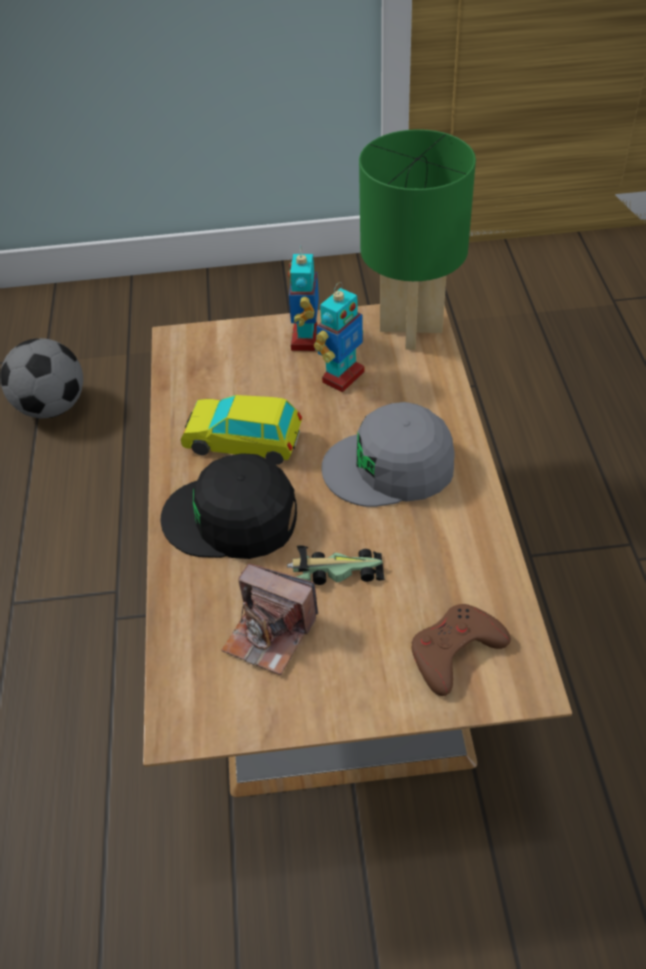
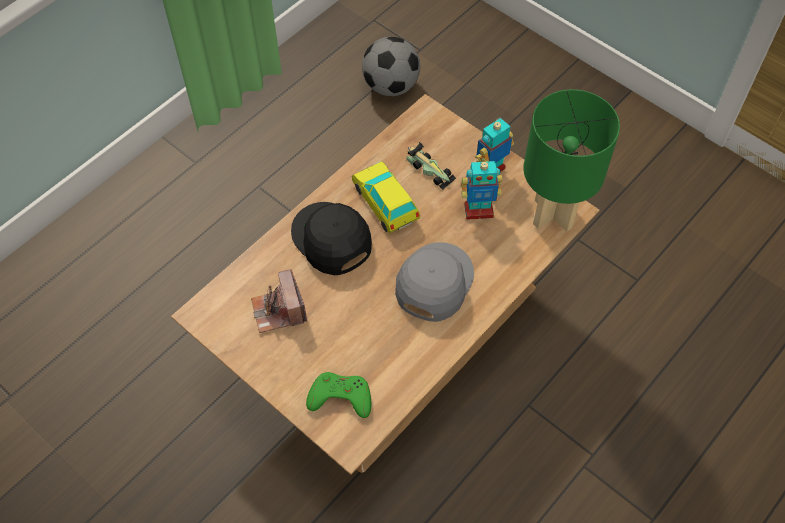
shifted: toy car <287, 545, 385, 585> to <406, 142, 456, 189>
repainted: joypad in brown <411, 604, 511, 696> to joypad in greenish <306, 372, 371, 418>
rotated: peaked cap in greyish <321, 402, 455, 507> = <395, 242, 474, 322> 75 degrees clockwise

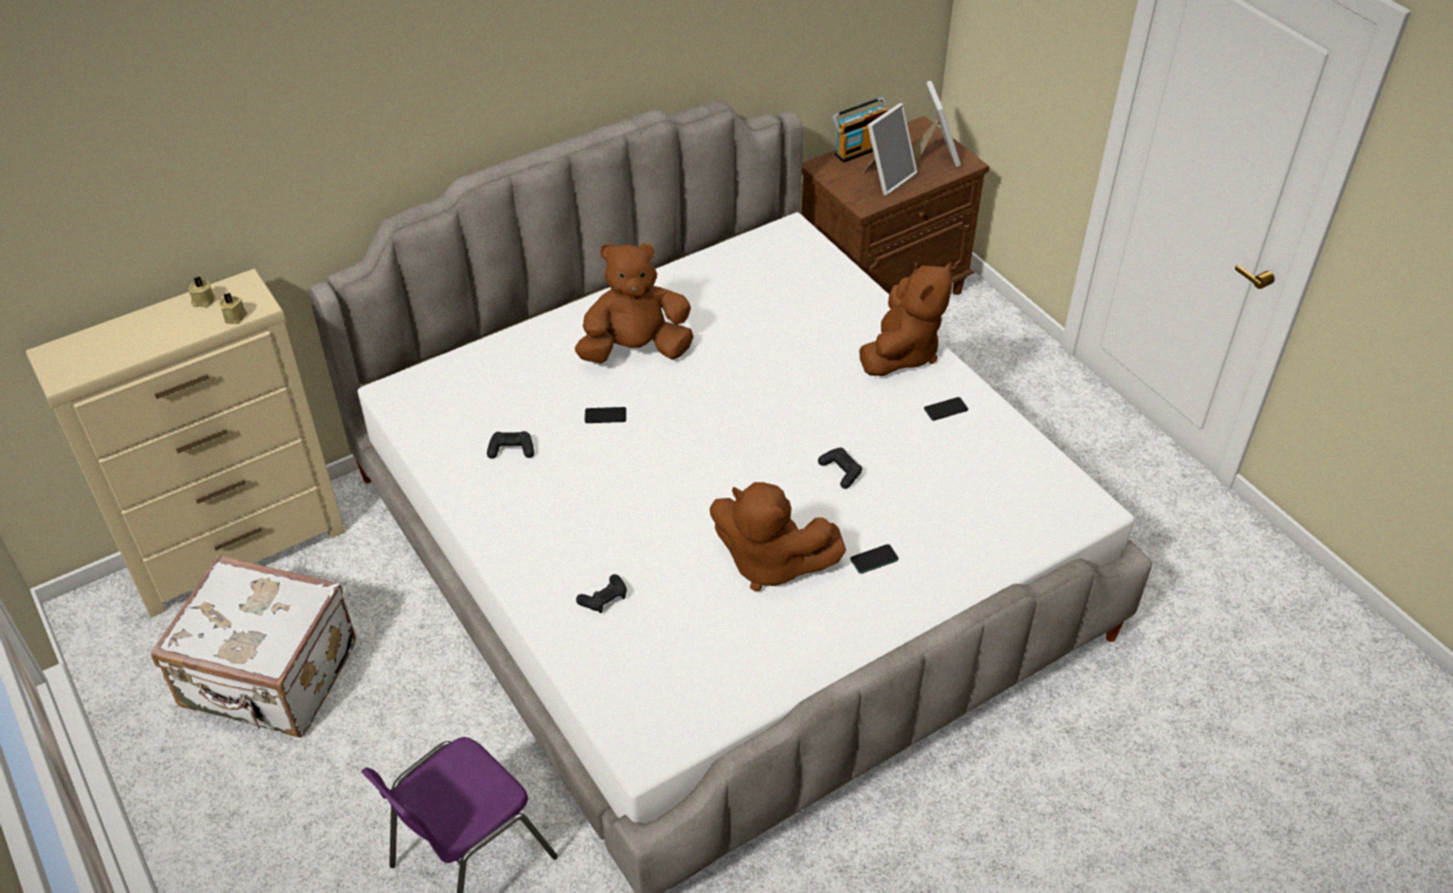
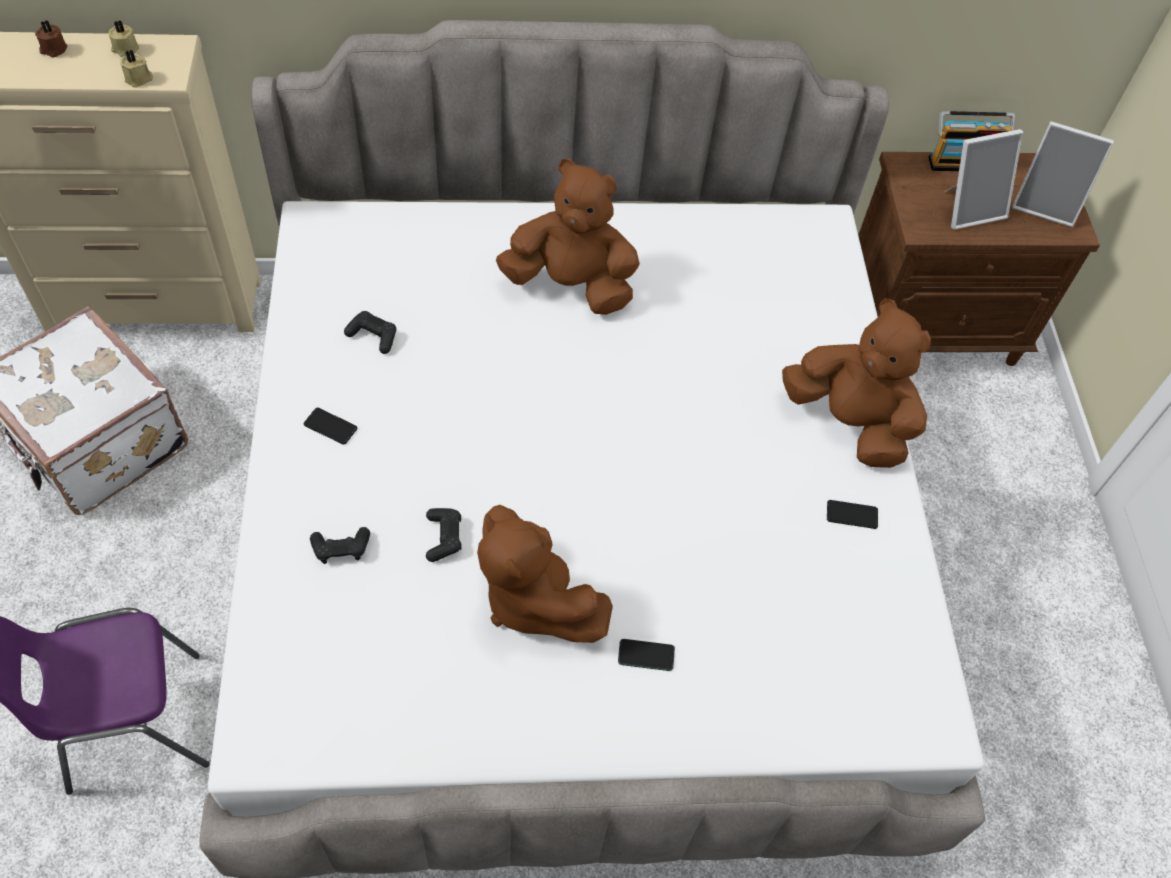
new: wax candle in brown <35, 20, 68, 57>
shifted: handset <585, 407, 626, 423> to <304, 408, 357, 445>; joypad in black <818, 448, 862, 489> to <426, 508, 462, 562>
rotated: plush toy in brown <859, 262, 952, 376> = <782, 298, 931, 468> 105 degrees counterclockwise; standing frame <912, 81, 961, 167> = <1012, 121, 1114, 227> 90 degrees clockwise

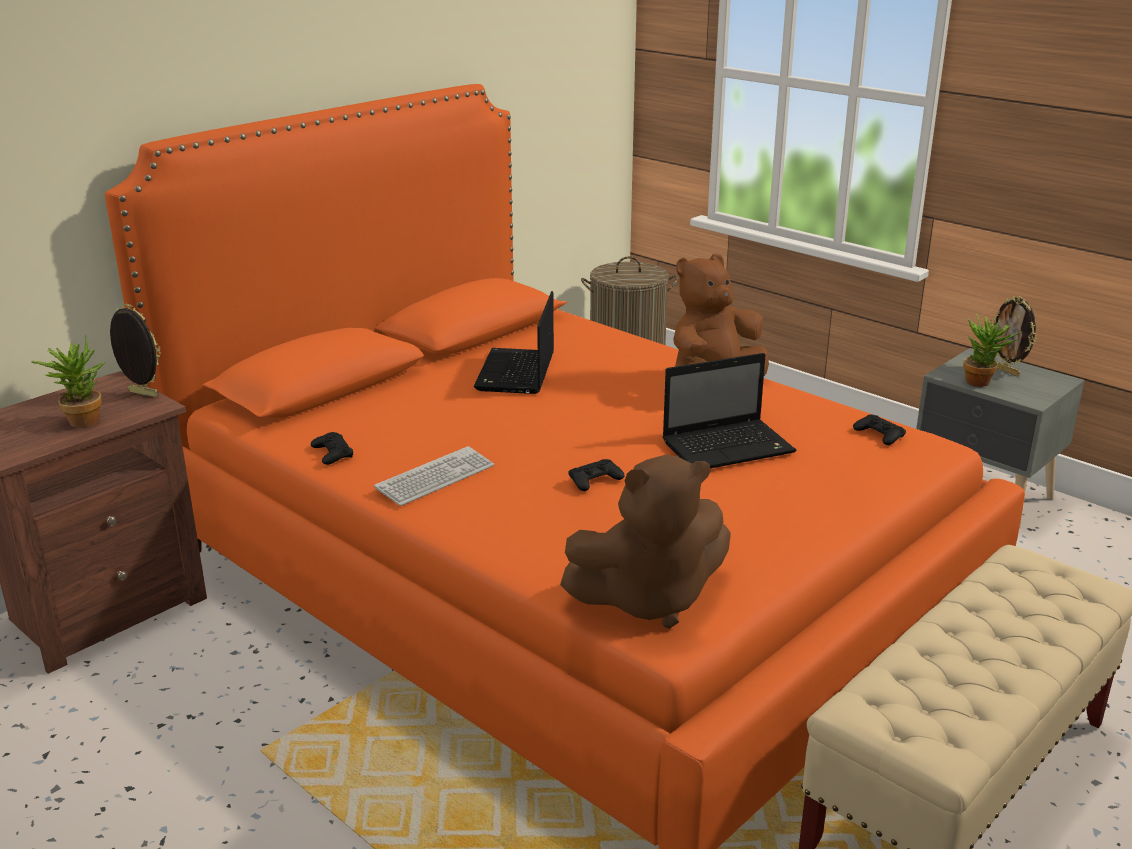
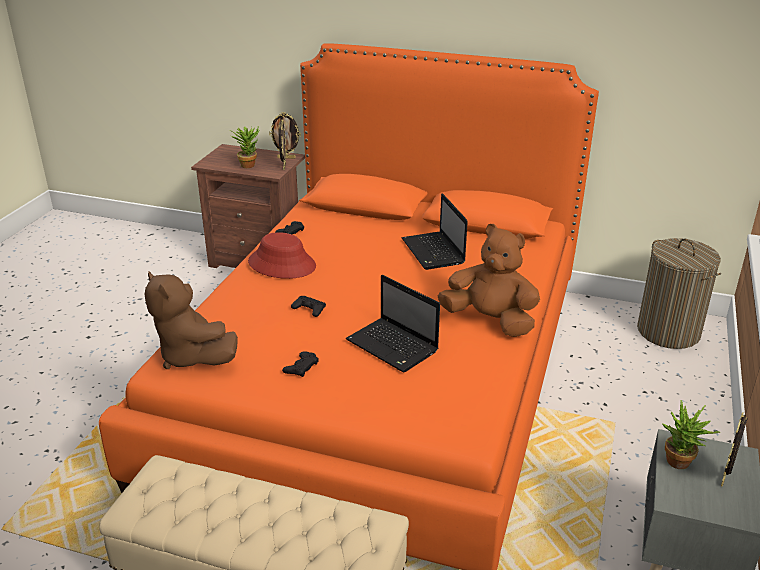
new: standing frame <269, 112, 301, 159>
shifted: joypad in black <853, 414, 906, 445> to <282, 351, 319, 377>
swapped: keyboard <374, 446, 494, 506> to clothing hat in reddish <248, 232, 316, 279>
rotated: notebook computer <474, 291, 554, 394> = <401, 193, 468, 270> 90 degrees counterclockwise

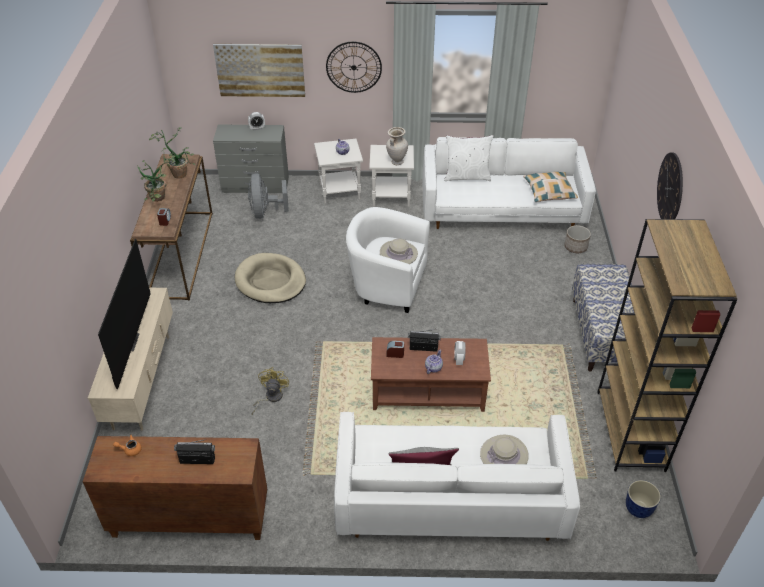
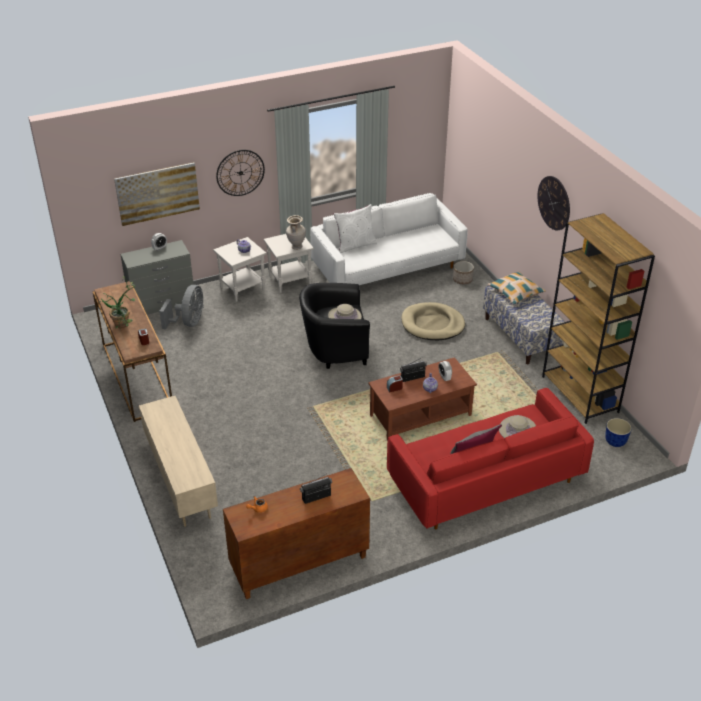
gone: TV <98, 239, 151, 389>; plant in a pot <149, 127, 195, 179>; electric fan in yellowish <252, 367, 289, 414>
shifted: pet bed in beige-coloured <235, 253, 306, 303> to <401, 302, 465, 341>; throw pillow <524, 172, 578, 202> to <488, 272, 545, 305>
repainted: settee in whitish <334, 412, 580, 541> to settee in reddish <387, 388, 594, 530>; lounge chair in whitish <346, 207, 430, 313> to lounge chair in black <299, 283, 370, 369>
rotated: electric fan in greyish <248, 174, 289, 219> = <159, 285, 204, 329> 135 degrees counterclockwise

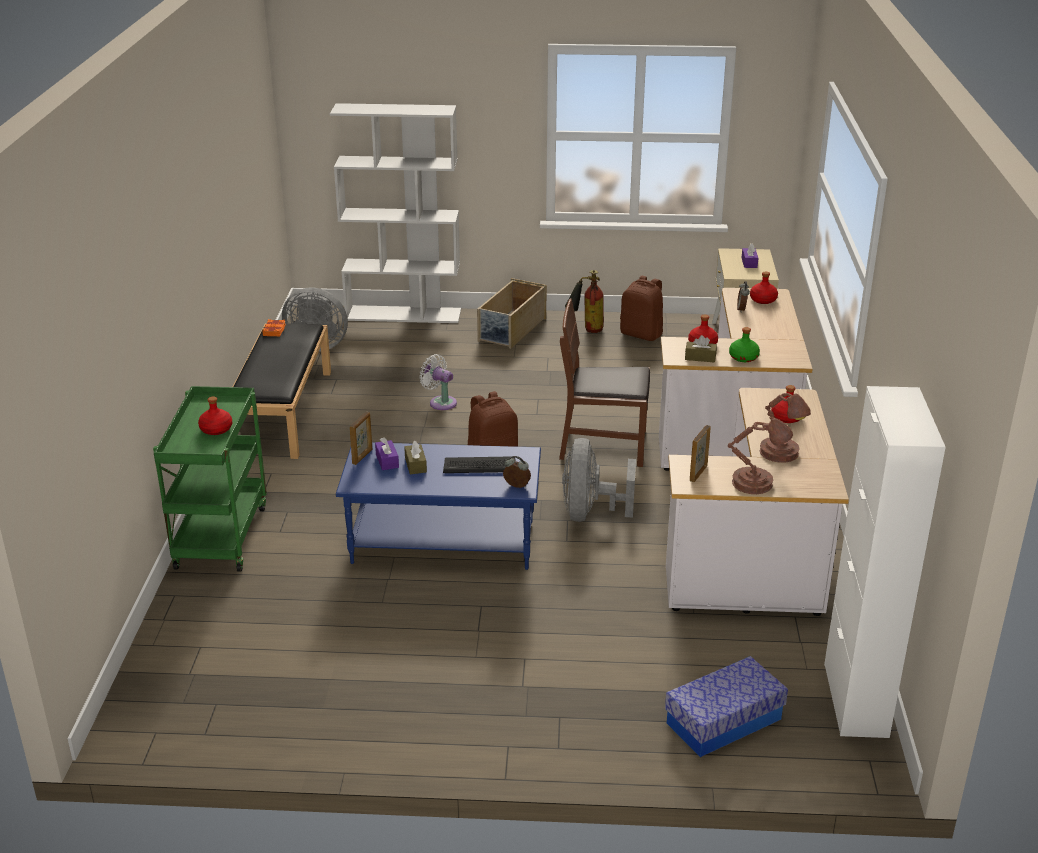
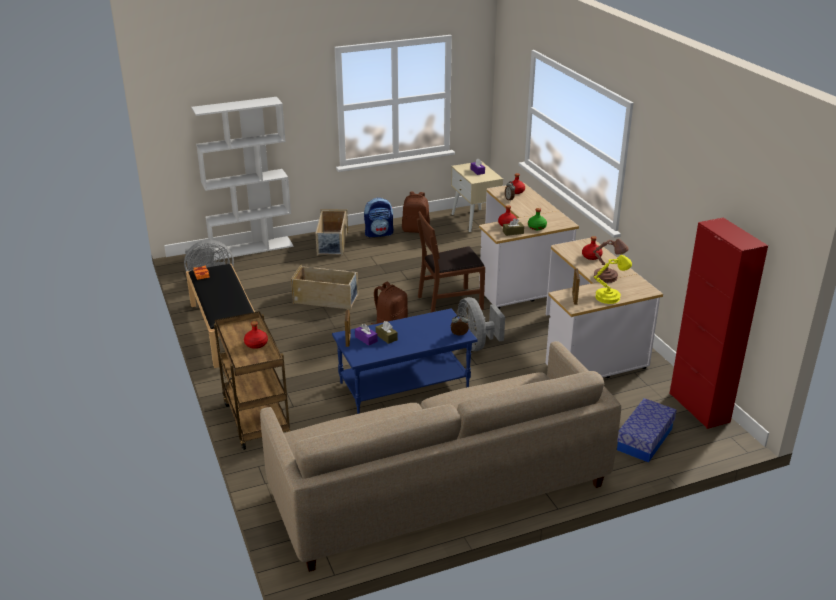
gone: keyboard <443, 456, 516, 473>
new: settee in beige-coloured <260, 341, 621, 572>
swapped: electric fan in whitish <419, 354, 457, 410> to storage container in beige-coloured <291, 265, 359, 310>; fire extinguisher <565, 270, 604, 333> to knapsack <364, 198, 393, 237>
repainted: wheeled cart in greenish <153, 386, 267, 572> to wheeled cart in brown <214, 311, 290, 450>; table lamp in brown <728, 418, 793, 494> to table lamp in yellowish <594, 255, 632, 304>; cupboard in whitish <824, 386, 946, 738> to cupboard in reddish <670, 218, 768, 429>

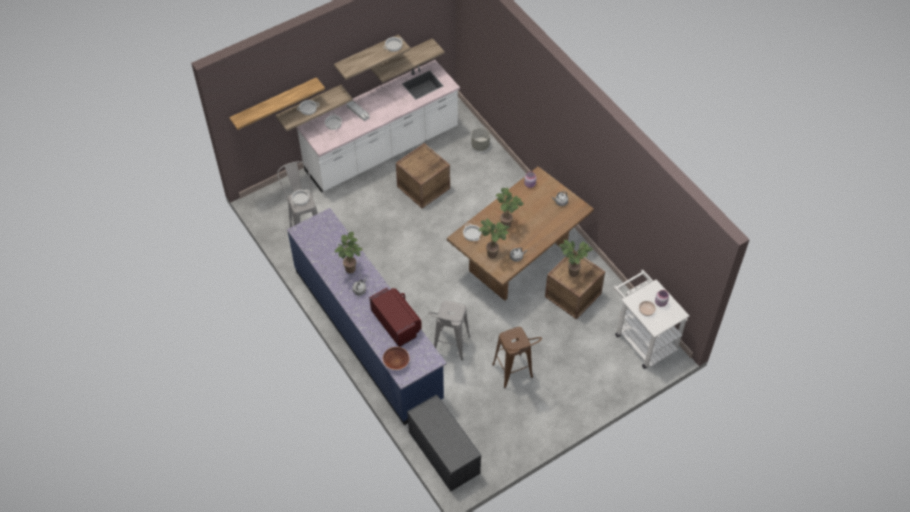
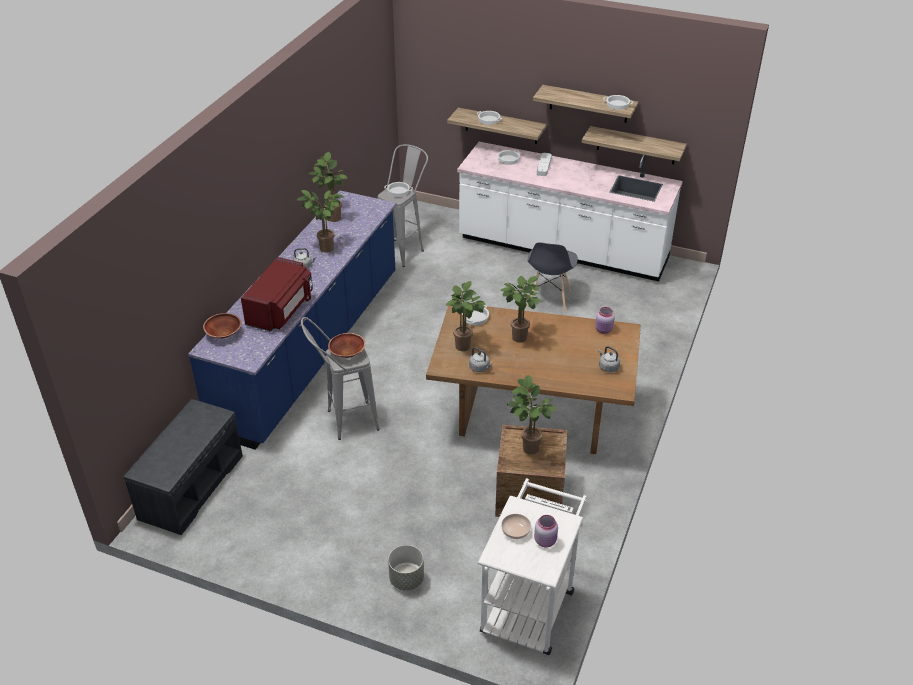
gone: wall shelf <229, 77, 325, 130>; sitting stool in brown <492, 327, 542, 388>
new: plant in a pot <309, 152, 348, 222>; bowl in brown <328, 333, 366, 358>
shifted: planter in greyish <471, 128, 490, 151> to <388, 545, 424, 591>
swapped: crate <396, 143, 450, 208> to plain chair in greyish <527, 242, 578, 313>

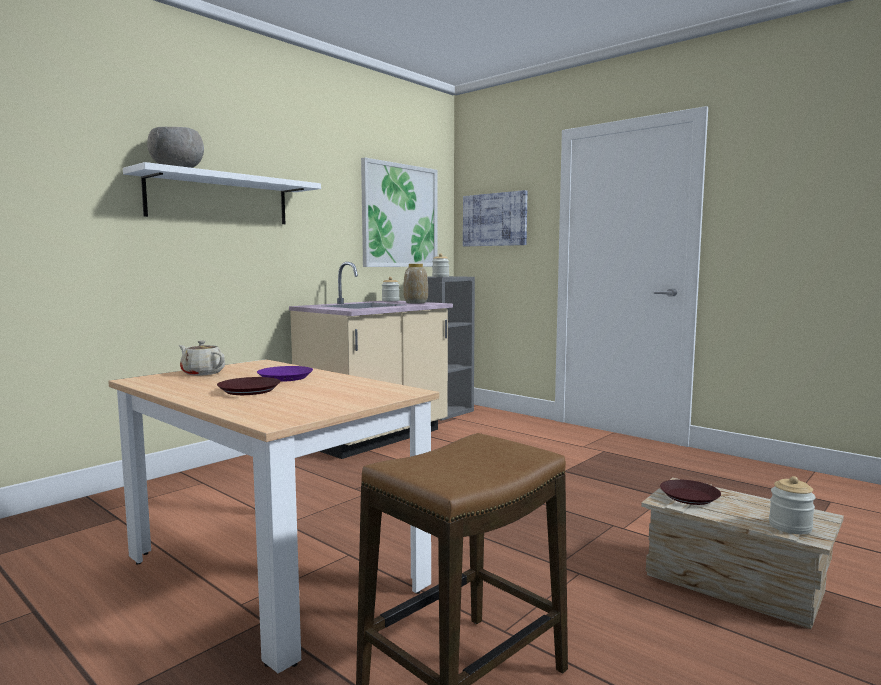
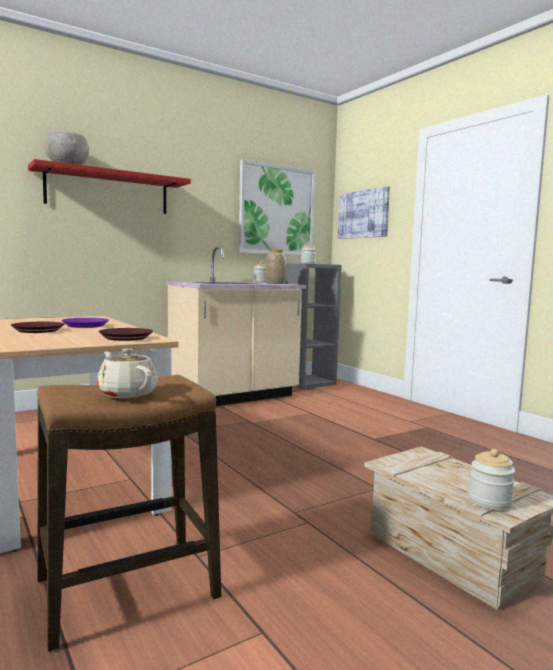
shifted: tea pot in beige-coloured <179, 340, 225, 376> to <97, 348, 158, 398>; plate in brown <660, 479, 721, 505> to <98, 328, 153, 341>
repainted: wall shelf in whitish <123, 162, 321, 224> to wall shelf in reddish <28, 159, 191, 214>

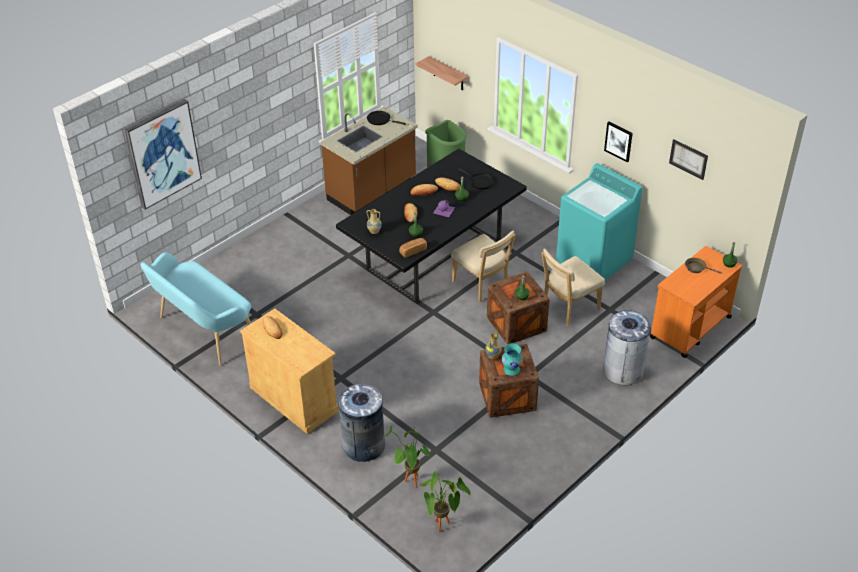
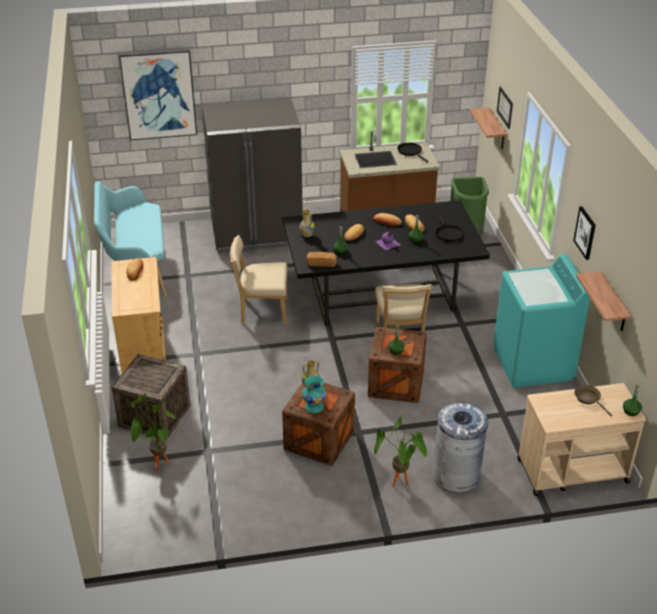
new: kitchen fridge in greyish <202, 97, 303, 253>; wall shelf <576, 271, 631, 331>
shifted: plant in a pot <422, 471, 471, 532> to <374, 416, 427, 488>; plain chair in beige-coloured <541, 249, 605, 326> to <230, 235, 287, 324>; picture <669, 139, 708, 180> to <497, 87, 513, 129>
swapped: trash can in greyish <338, 384, 385, 462> to crate <112, 354, 191, 439>
repainted: wheeled cart in orange-coloured <650, 246, 743, 358> to wheeled cart in beige-coloured <518, 383, 646, 496>

